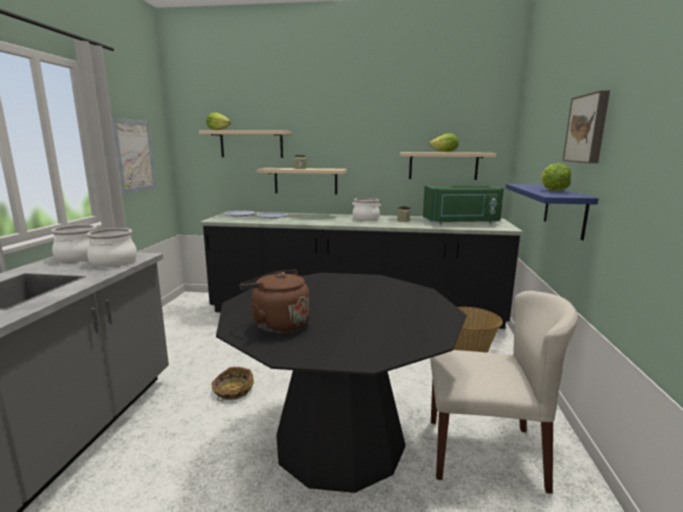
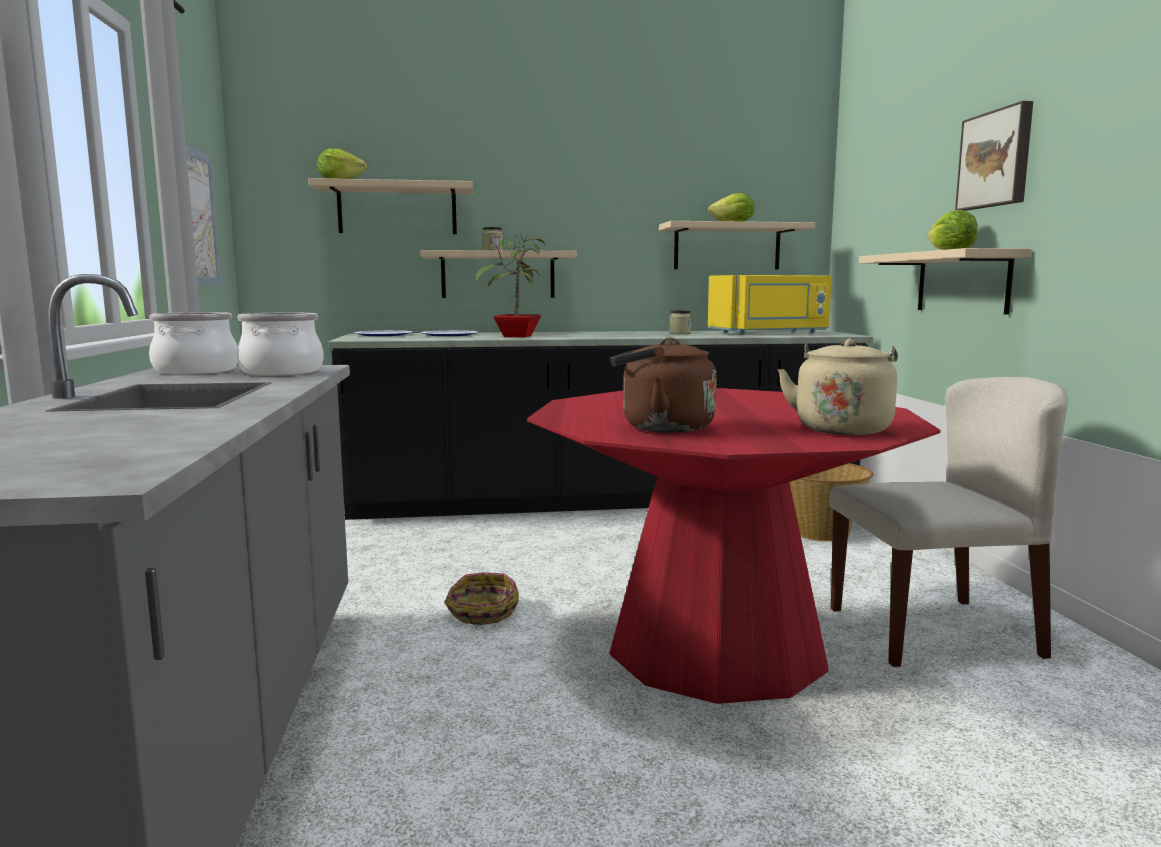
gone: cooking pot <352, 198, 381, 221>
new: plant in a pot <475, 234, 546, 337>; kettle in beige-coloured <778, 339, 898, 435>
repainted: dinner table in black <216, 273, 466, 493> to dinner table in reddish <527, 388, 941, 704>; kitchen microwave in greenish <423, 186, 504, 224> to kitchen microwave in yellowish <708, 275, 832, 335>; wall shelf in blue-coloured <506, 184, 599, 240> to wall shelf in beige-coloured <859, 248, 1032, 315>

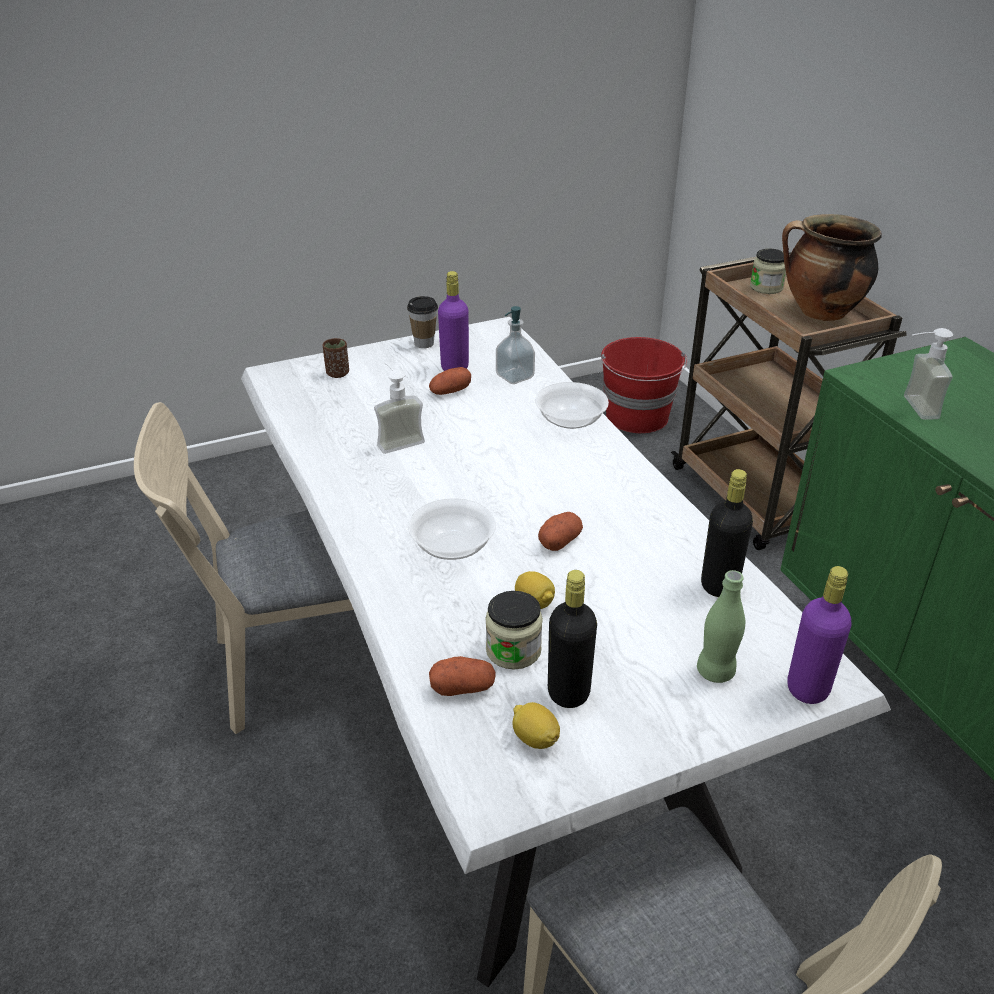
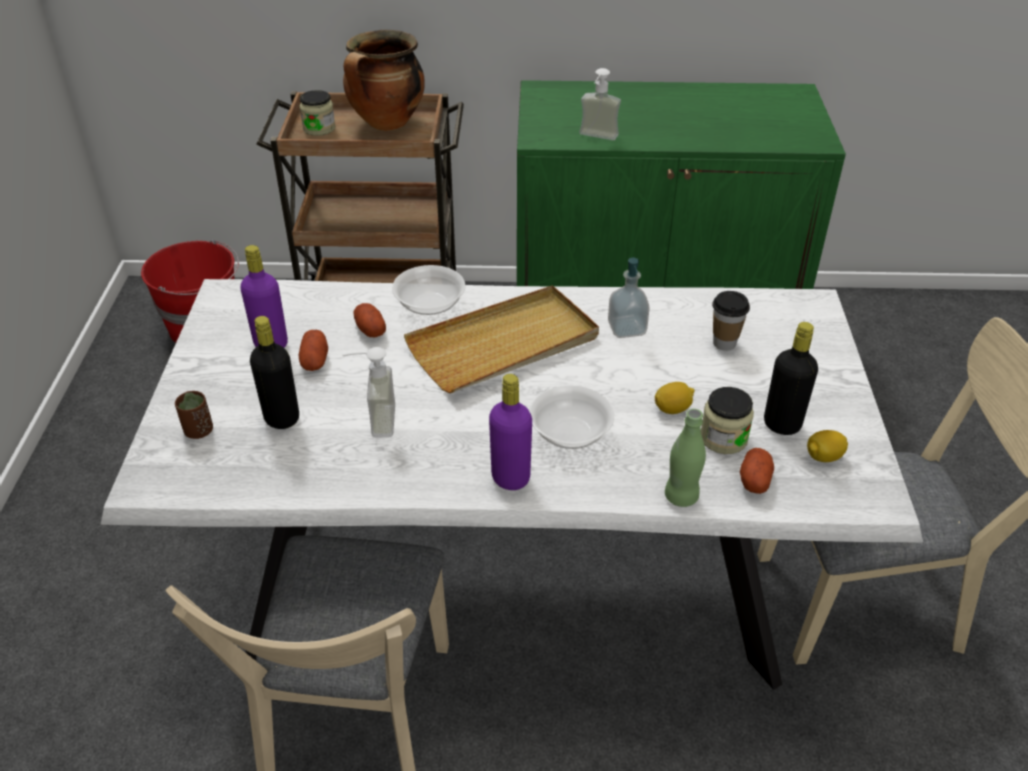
new: serving tray in beige-coloured <404, 285, 599, 393>
shifted: cup <407, 296, 438, 348> to <712, 291, 750, 351>; soap dispenser <496, 306, 535, 384> to <608, 258, 650, 338>; spud <538, 512, 583, 551> to <353, 303, 386, 337>; beverage bottle in greenish <697, 570, 745, 683> to <665, 409, 706, 507>; beverage bottle in black <701, 469, 753, 597> to <250, 316, 299, 429>; beverage bottle in purple-coloured <787, 566, 852, 704> to <489, 374, 532, 490>

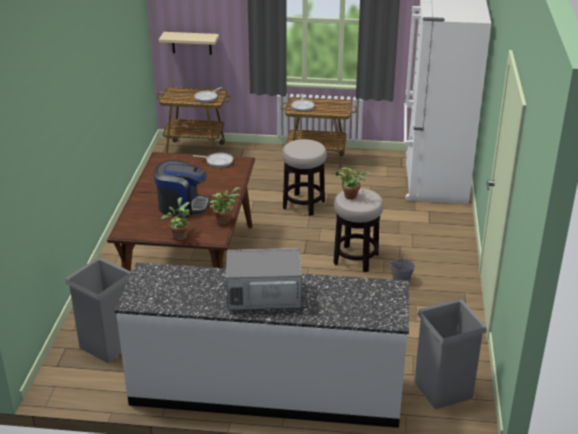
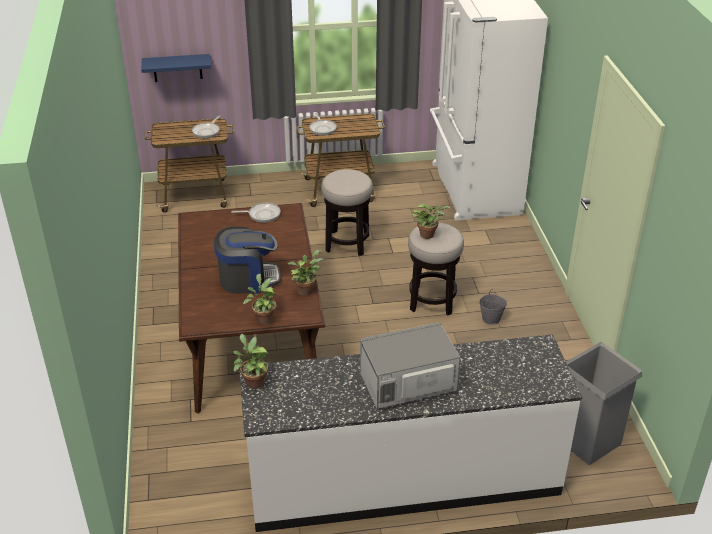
gone: trash can in greyish <65, 257, 131, 363>
new: plant in a pot <233, 334, 269, 389>
repainted: wall shelf in beige-coloured <159, 32, 219, 55> to wall shelf in blue-coloured <141, 54, 211, 82>

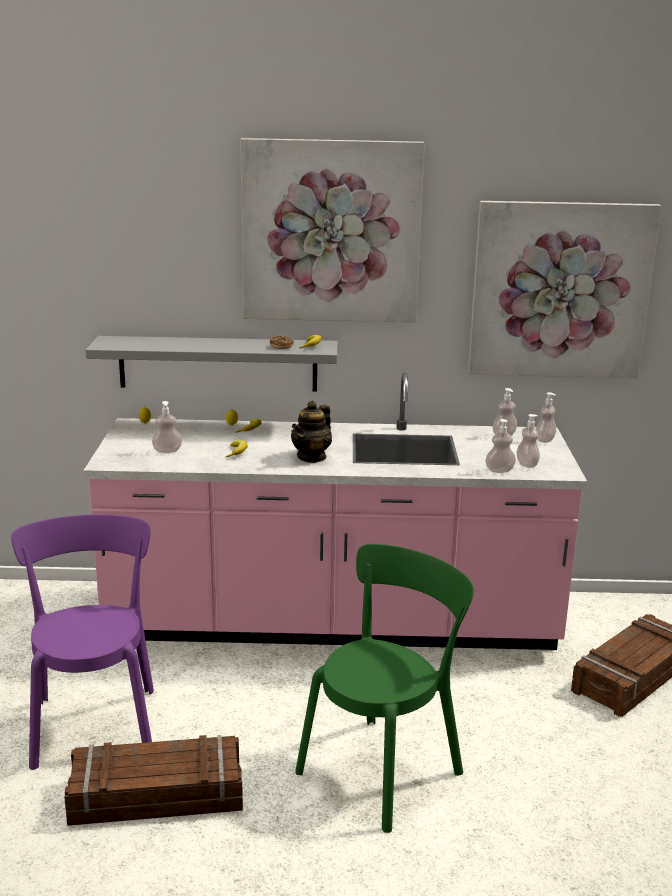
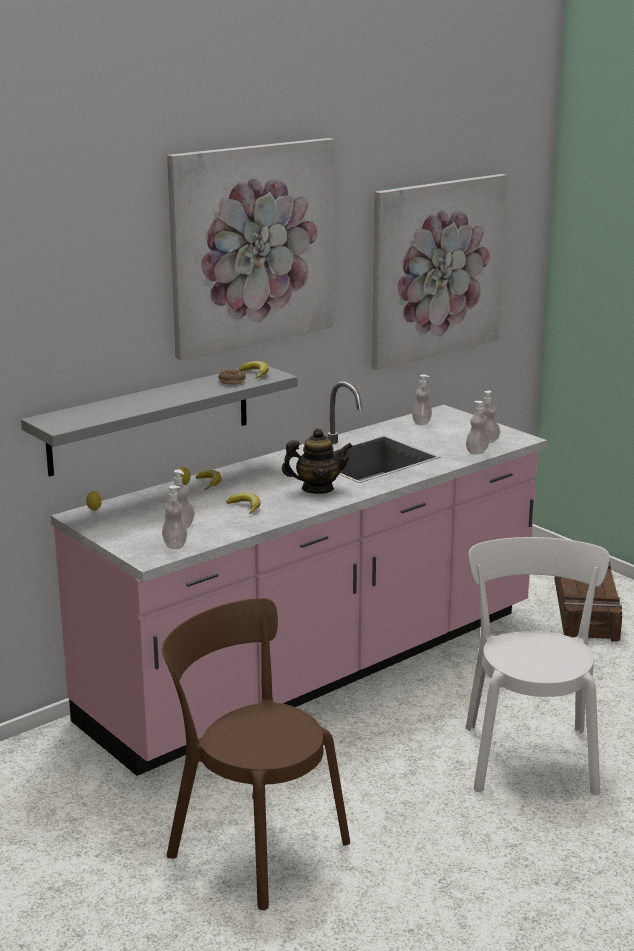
gone: crate <64, 735, 243, 826>
shifted: soap dispenser <536, 392, 556, 443> to <162, 485, 187, 549>
repainted: plain chair in purple-coloured <11, 514, 154, 770> to plain chair in brown <162, 598, 350, 910>; plain chair in greenish <295, 544, 474, 833> to plain chair in whitish <465, 537, 609, 795>
rotated: tea pot <291, 401, 332, 463> = <282, 428, 353, 494> 90 degrees counterclockwise

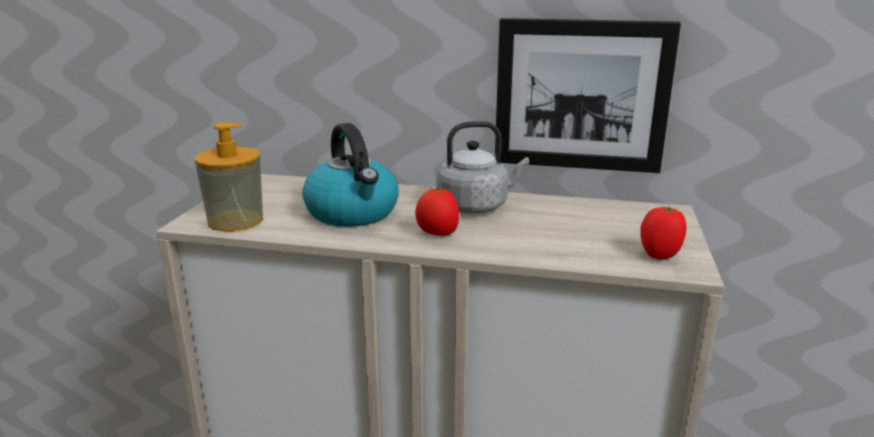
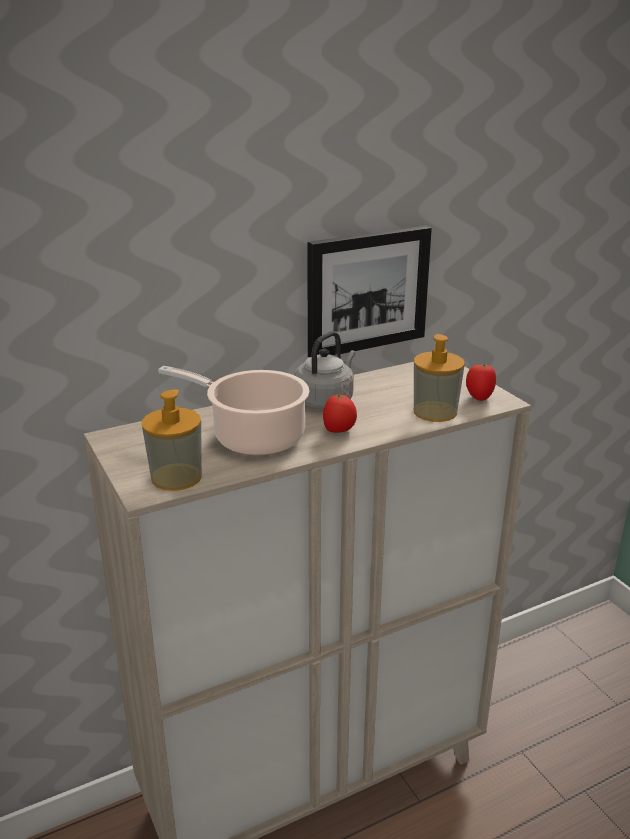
new: soap dispenser <414, 334, 465, 422>
swapped: kettle <302, 123, 399, 227> to cooking pot <158, 366, 309, 455>

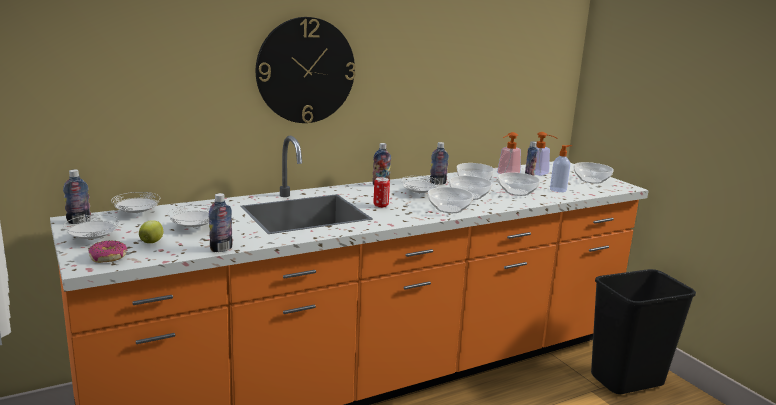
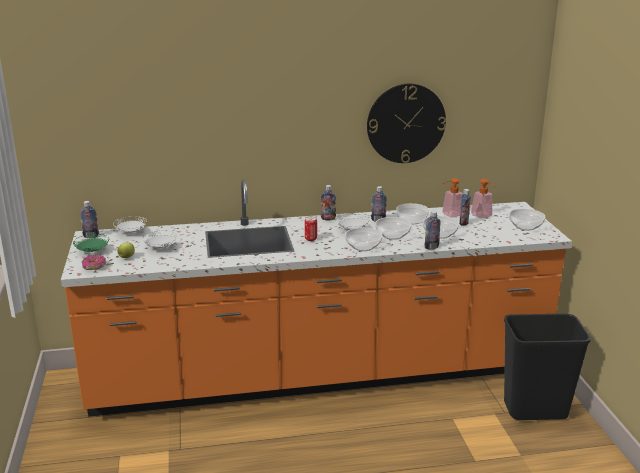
gone: soap dispenser <550, 145, 572, 192>
shifted: beverage bottle <209, 193, 233, 252> to <425, 211, 441, 249>; wall clock <256, 17, 355, 123> to <367, 84, 446, 163>
repainted: plate in whitish <63, 215, 119, 239> to plate in greenish <73, 234, 109, 252>

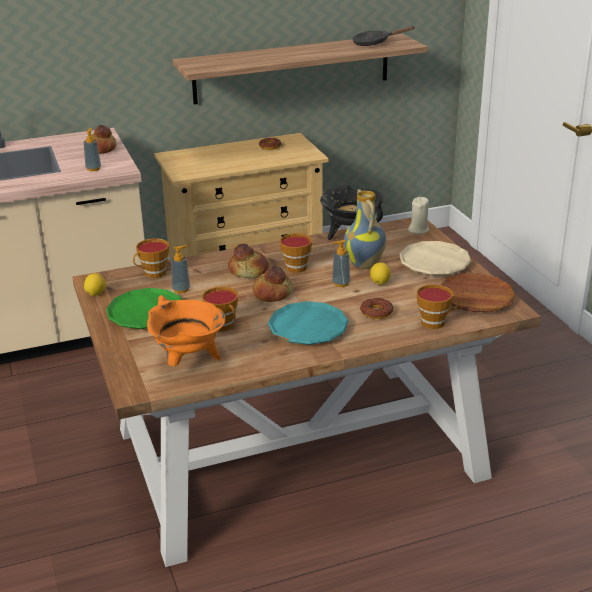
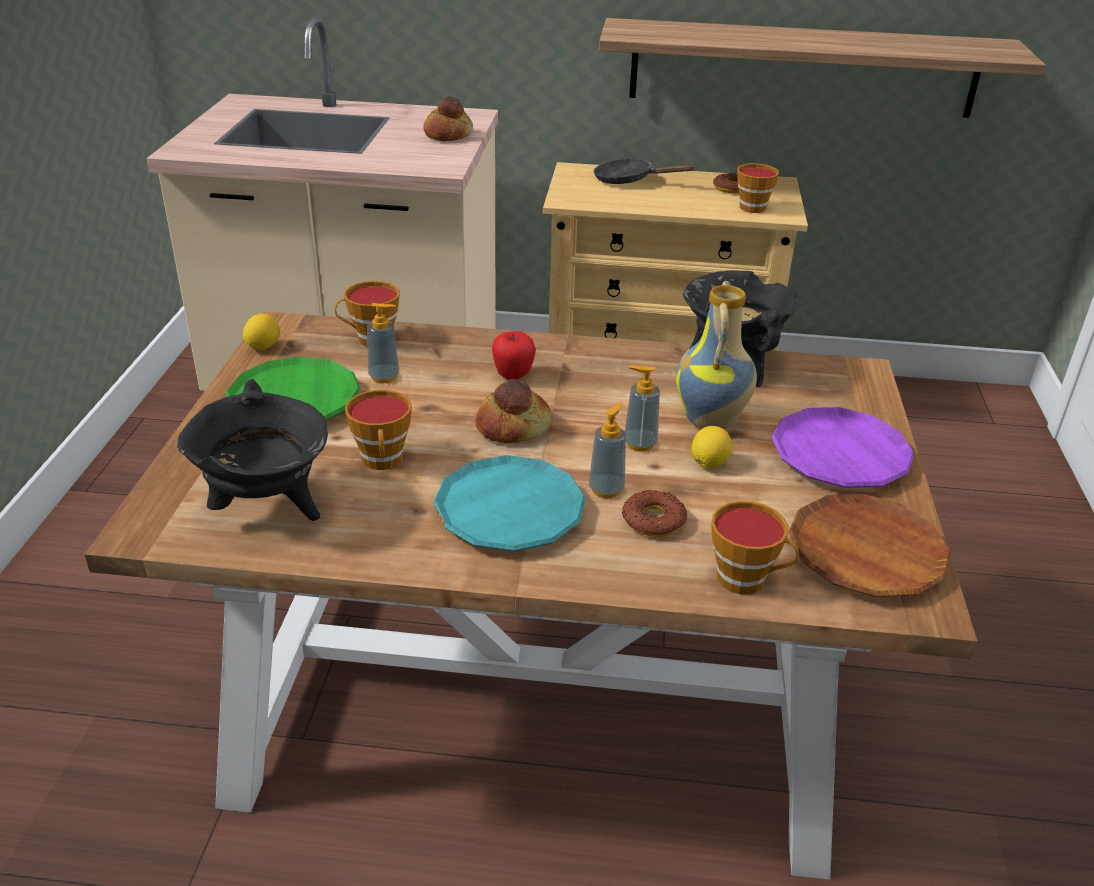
gone: wax candle in beige-coloured <408, 197, 429, 234>
shifted: soap dispenser <83, 128, 101, 171> to <589, 402, 626, 498>; cup <280, 233, 312, 273> to <737, 163, 779, 213>; skillet in black <352, 26, 415, 46> to <594, 158, 695, 184>
swapped: baked bread <228, 244, 269, 278> to apple <492, 331, 536, 380>
repainted: cooking pot in orange-coloured <147, 295, 226, 366> to cooking pot in black <177, 379, 328, 521>; plate in beige-coloured <399, 241, 471, 275> to plate in purple-coloured <772, 407, 914, 488>

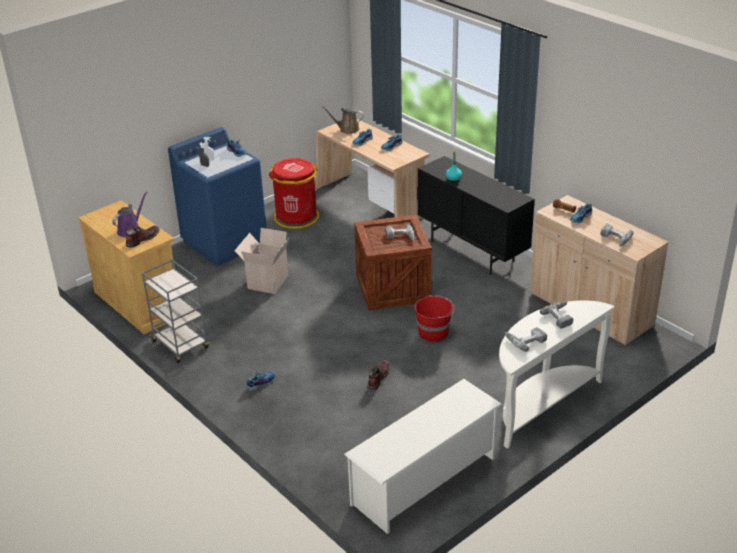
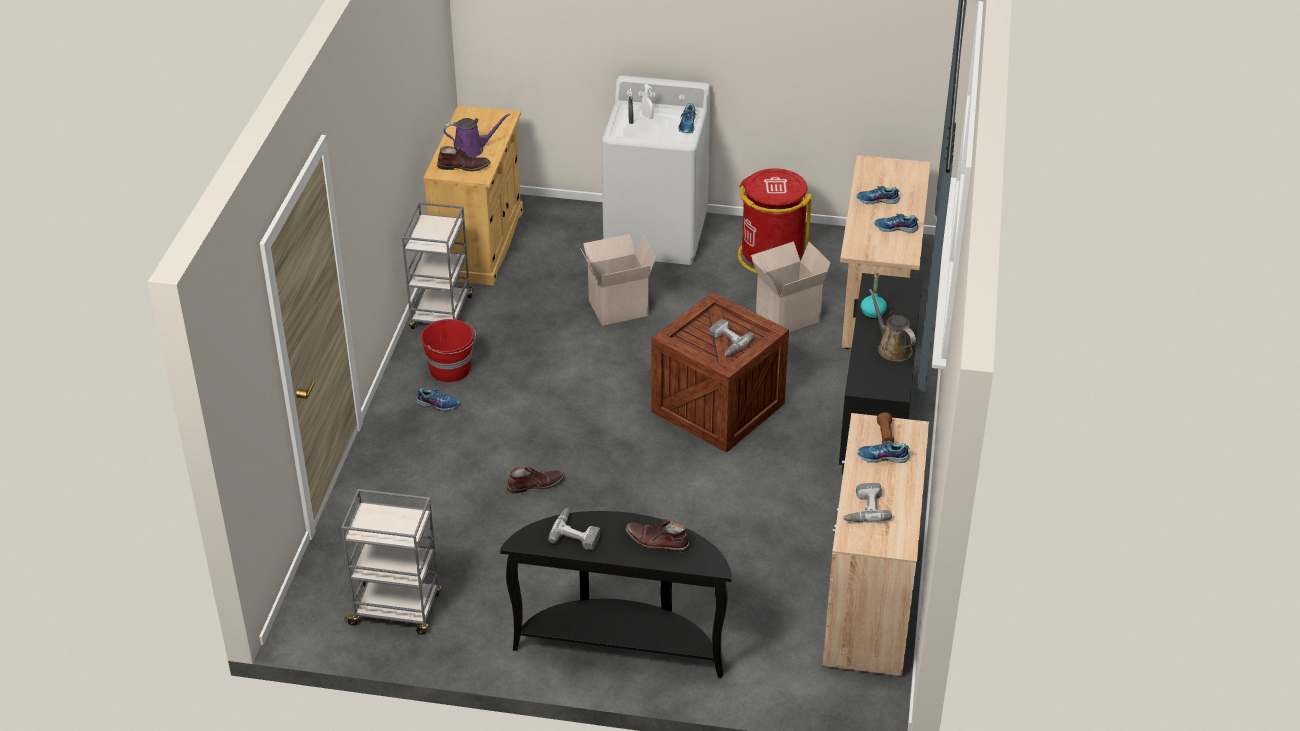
new: cardboard box <751, 241, 831, 332>
shifted: watering can in brown <321, 106, 364, 134> to <869, 289, 916, 361>; bucket in reddish <415, 295, 455, 342> to <421, 319, 476, 383>
swapped: shoe shelf in whitish <344, 379, 502, 534> to wheeled cart in greyish <341, 489, 442, 635>; electric drill <540, 301, 573, 329> to boot in brown <626, 519, 690, 553>
repainted: washing machine in blue-coloured <168, 127, 267, 266> to washing machine in whitish <601, 75, 710, 265>; hall table in whitish <499, 300, 615, 449> to hall table in black <500, 511, 732, 678>

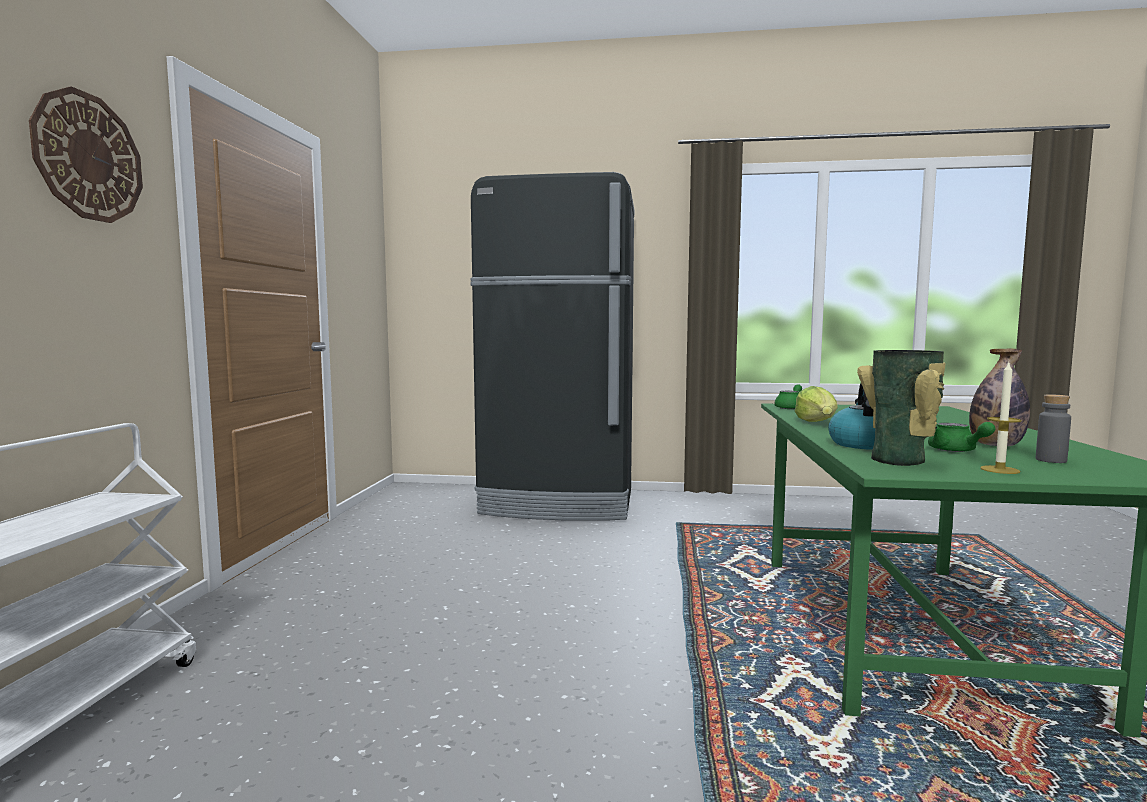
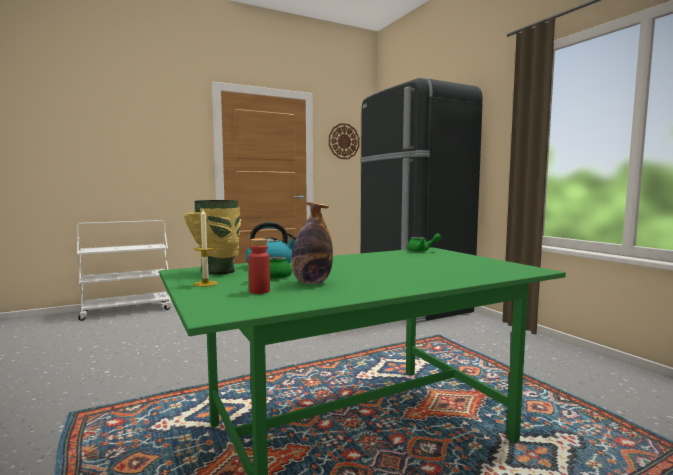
gone: head of lettuce <795, 386, 838, 422>
shifted: wall clock <29, 86, 143, 223> to <329, 123, 359, 159>
repainted: beverage bottle in greyish <1036, 394, 1071, 463> to beverage bottle in reddish <249, 238, 270, 294>

